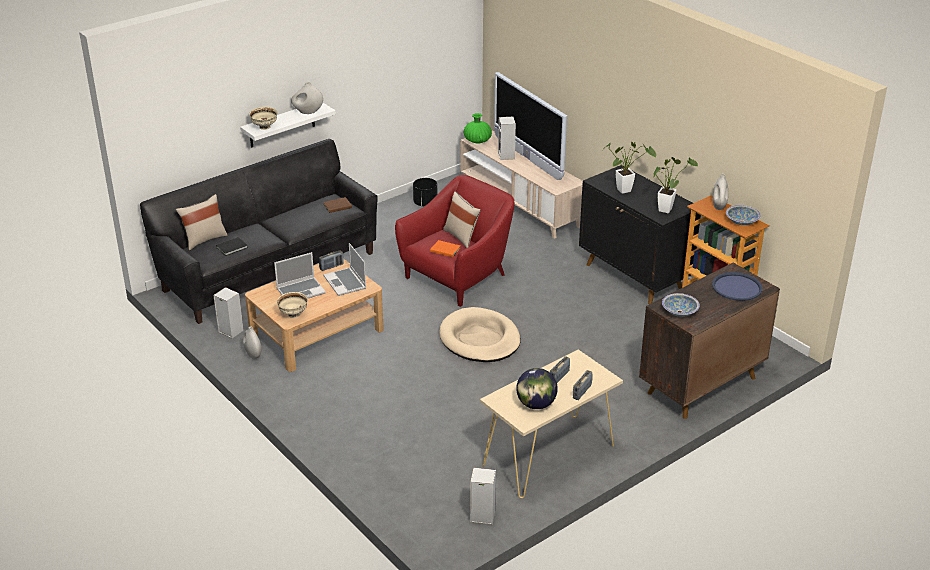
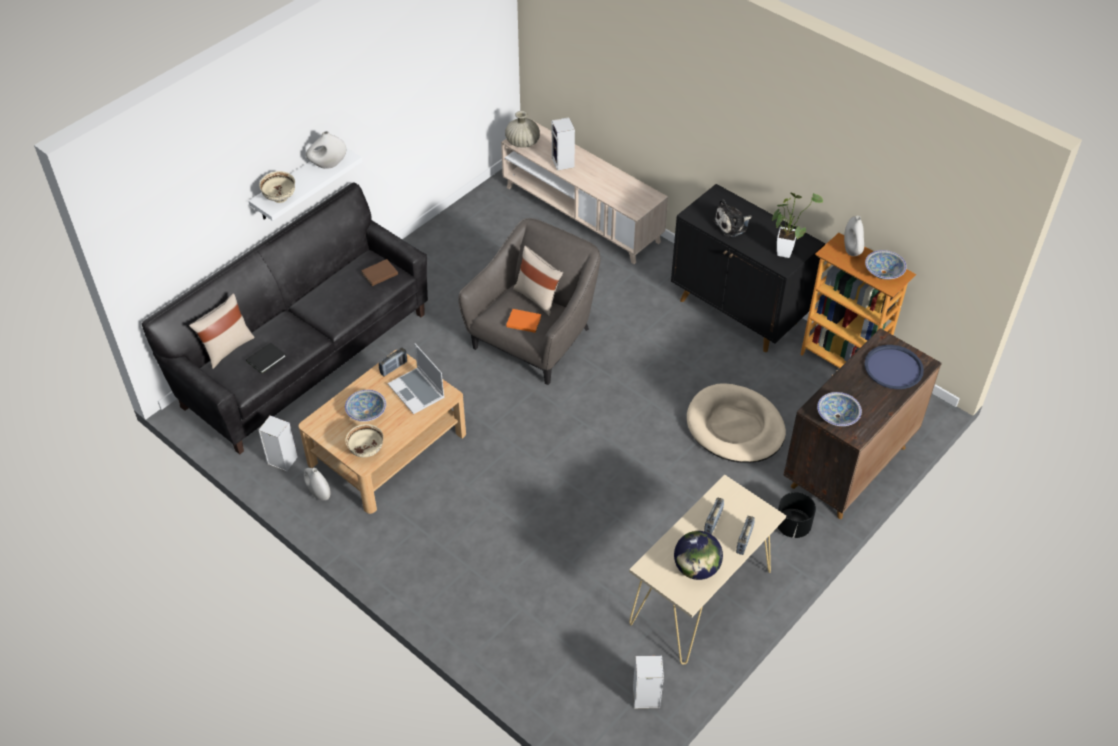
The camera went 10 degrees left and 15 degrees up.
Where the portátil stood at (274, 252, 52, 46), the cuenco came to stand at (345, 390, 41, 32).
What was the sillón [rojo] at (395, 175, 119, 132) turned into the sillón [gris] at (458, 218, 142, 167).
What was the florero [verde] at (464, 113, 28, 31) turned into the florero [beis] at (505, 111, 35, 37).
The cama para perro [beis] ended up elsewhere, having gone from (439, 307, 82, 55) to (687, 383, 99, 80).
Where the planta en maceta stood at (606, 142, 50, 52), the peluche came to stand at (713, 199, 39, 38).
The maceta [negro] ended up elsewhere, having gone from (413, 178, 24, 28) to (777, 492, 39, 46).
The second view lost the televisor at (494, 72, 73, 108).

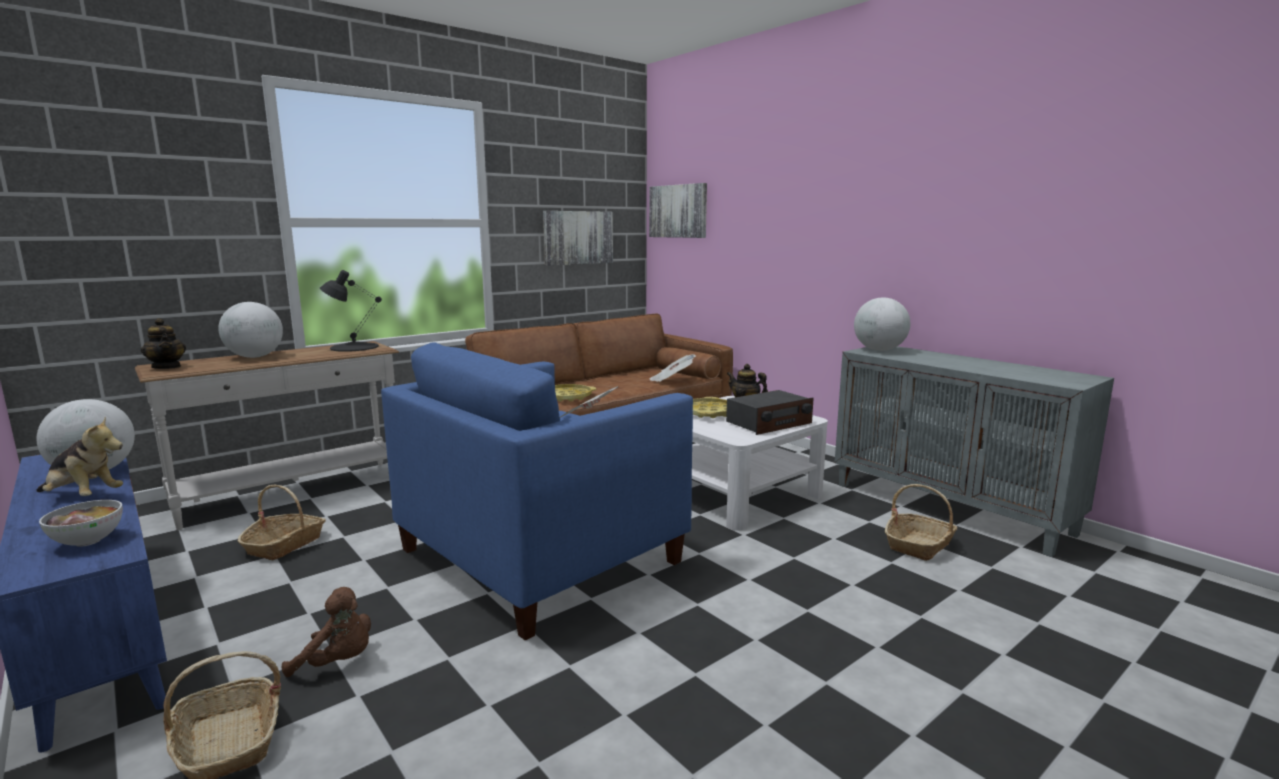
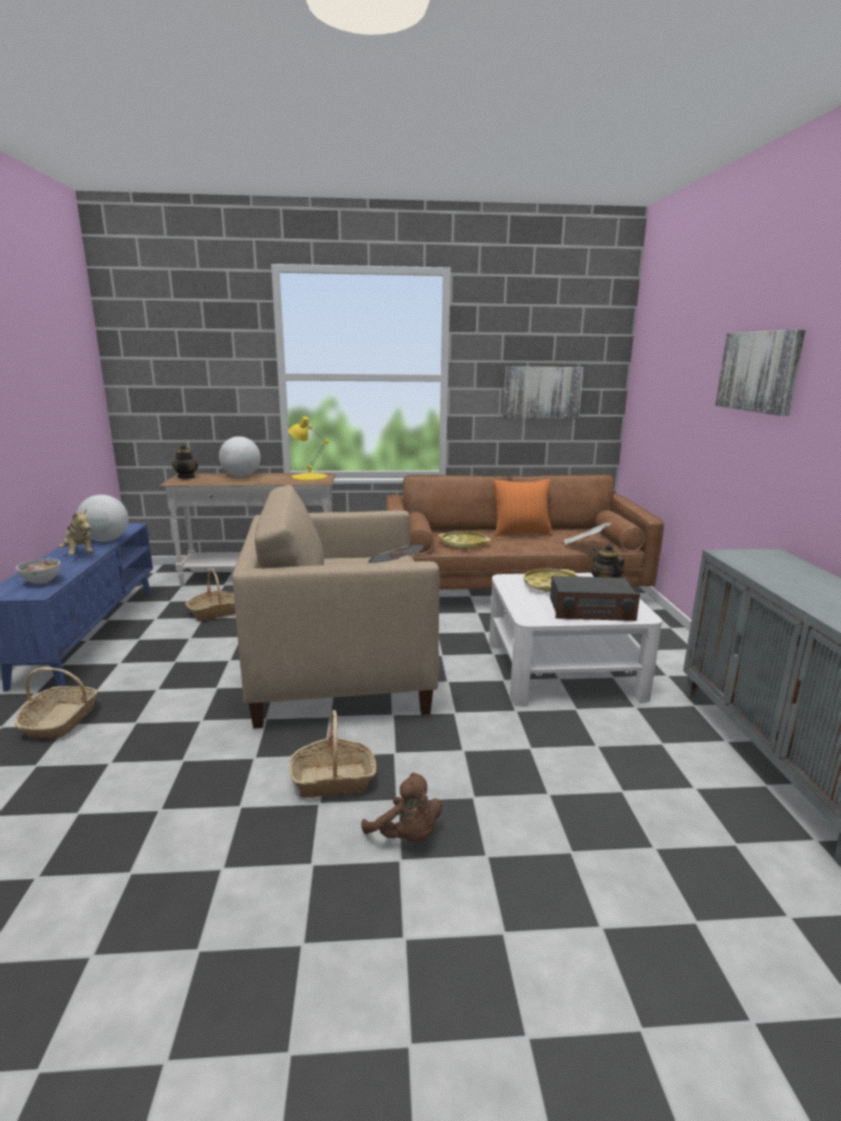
The camera went 35 degrees right and 5 degrees up.
What was the sillón [azul] at (381, 342, 312, 299) turned into the sillón [beis] at (233, 485, 207, 243).
What was the lámpara de mesa [negro] at (320, 270, 62, 82) turned into the lámpara de mesa [amarillo] at (288, 416, 41, 65).
The cesta ended up elsewhere, having gone from (885, 484, 73, 77) to (289, 710, 88, 88).
The peluche [marrón] ended up elsewhere, having gone from (282, 587, 89, 90) to (361, 773, 81, 69).
The second view gained the cojín [naranja] at (494, 479, 58, 57).
The cuadro ended up elsewhere, having gone from (649, 183, 58, 55) to (715, 329, 91, 87).
The second view lost the globo terráqueo at (854, 297, 56, 54).

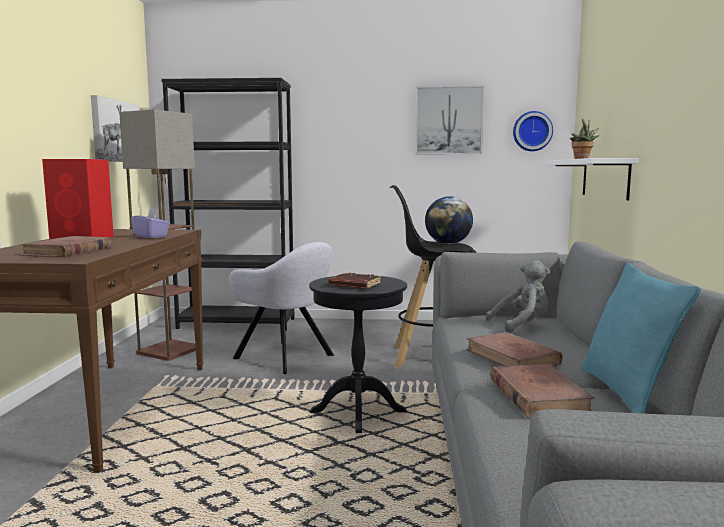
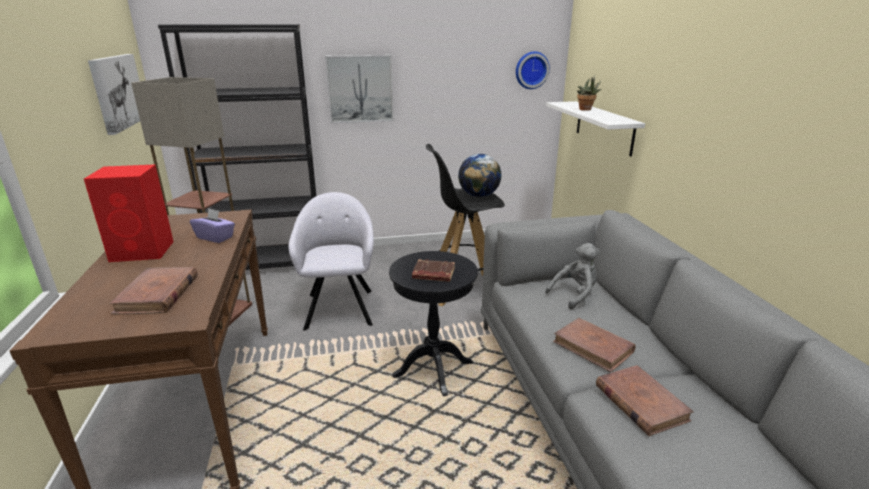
The camera went 15 degrees left and 15 degrees up.
The sillón [gris] at (229, 242, 105, 132) ended up facing another way, 120 degrees counterclockwise from before.
The cuadro ended up elsewhere, having gone from (416, 86, 68, 68) to (325, 55, 69, 68).
The second view lost the cojín [turquesa] at (581, 263, 120, 151).

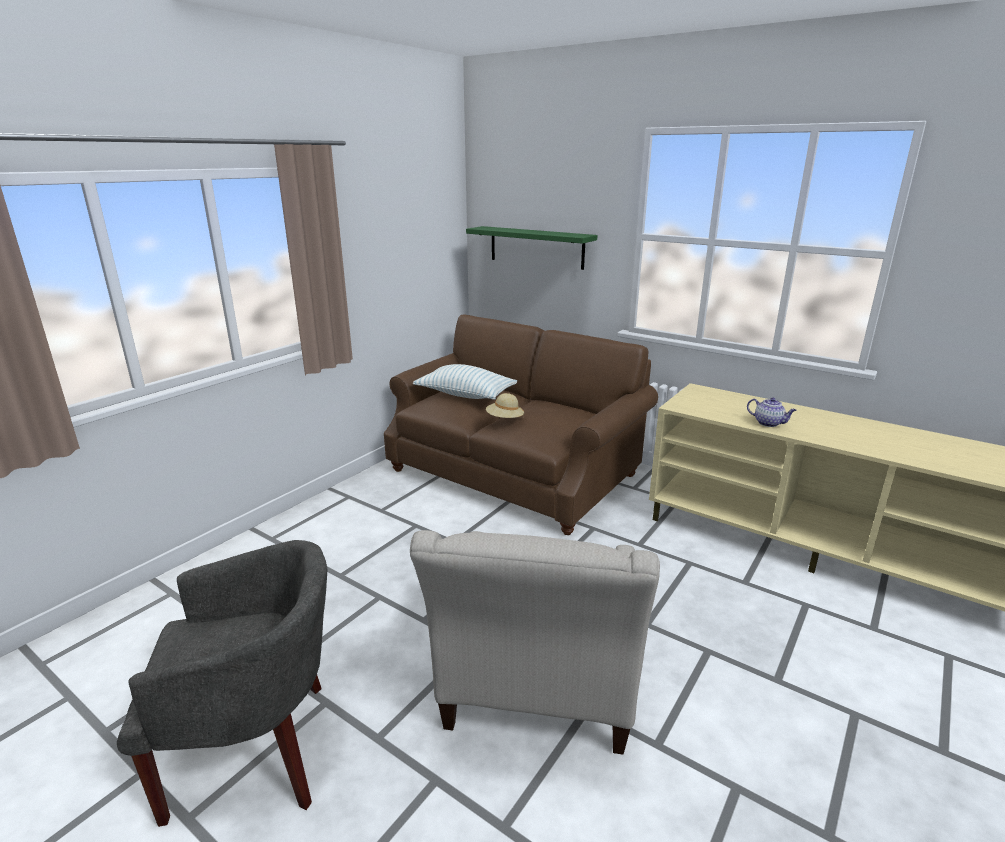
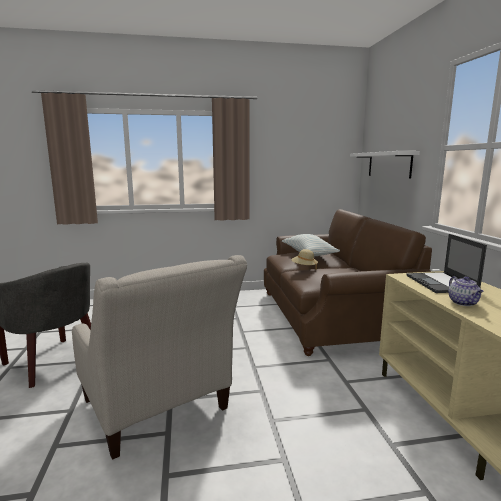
The camera went 45 degrees right and 10 degrees down.
The sillón [beis] at (410, 530, 250, 225) ended up facing another way, 90 degrees counterclockwise from before.
What was the estante [verde] at (466, 226, 131, 44) turned into the estante [blanco] at (350, 151, 70, 27).
The second view gained the portátil at (406, 234, 81, 59).

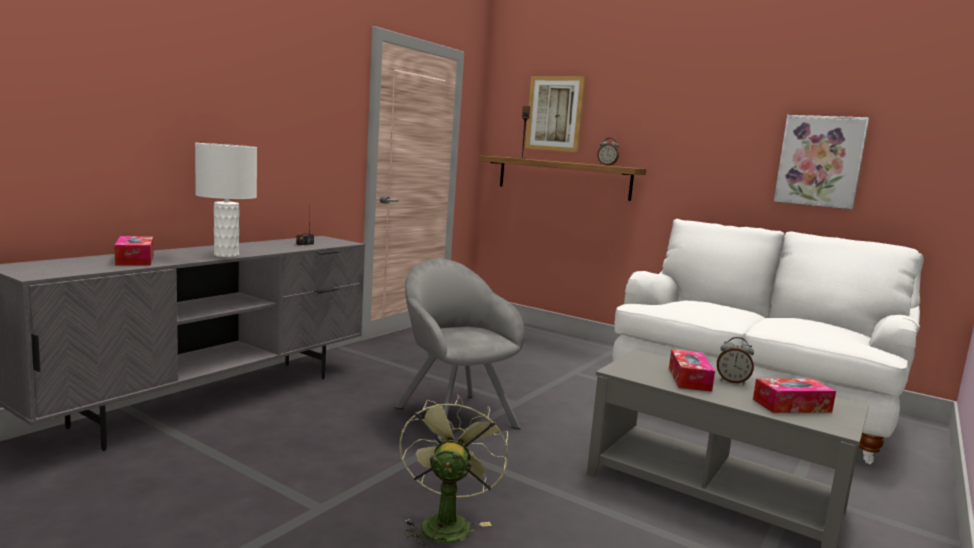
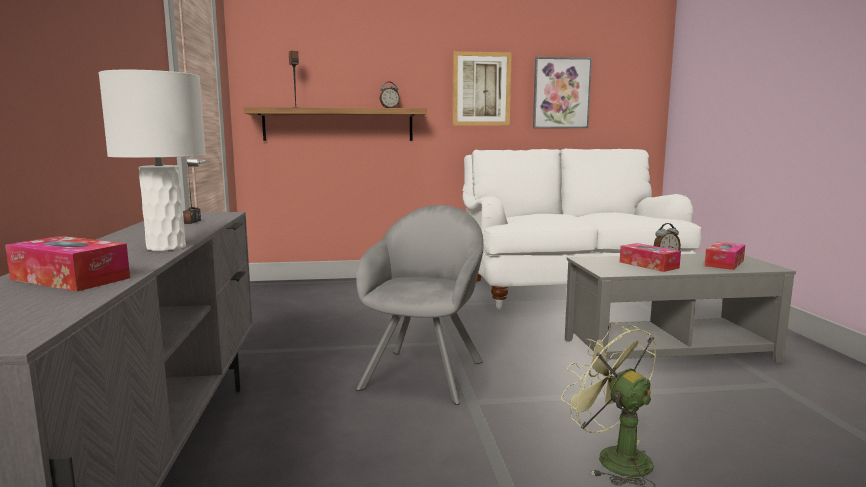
The camera went 40 degrees left and 0 degrees up.
The sillón [gris] at (395, 259, 130, 186) ended up facing another way, 90 degrees clockwise from before.
The cuadro ended up elsewhere, having gone from (525, 76, 60, 76) to (453, 51, 59, 75).

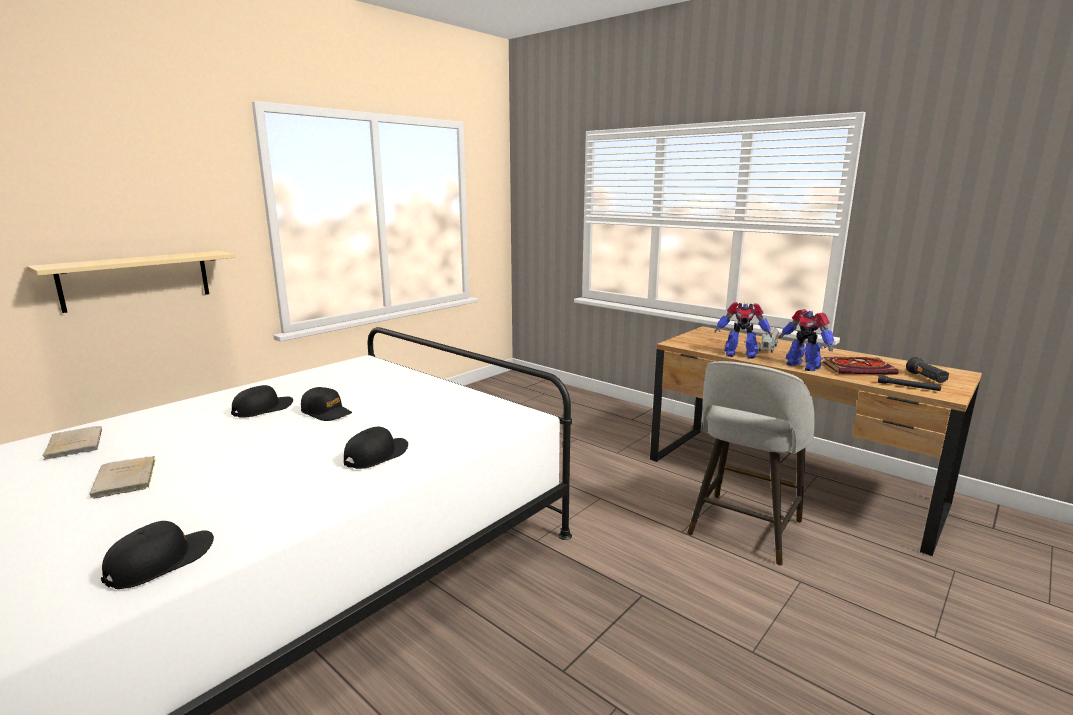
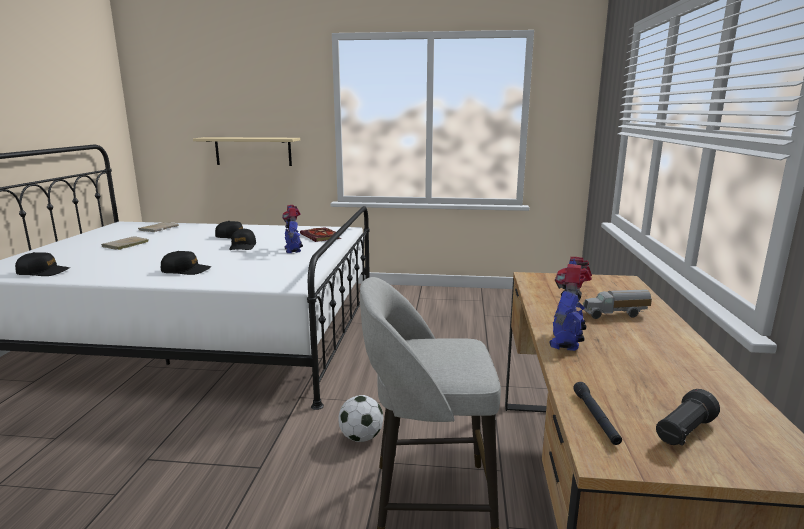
The camera went 55 degrees right and 0 degrees up.
The robot de juguete ended up elsewhere, having gone from (714, 302, 58, 57) to (282, 205, 21, 48).
The libro ended up elsewhere, having gone from (823, 357, 76, 18) to (300, 227, 41, 15).
The second view gained the balón de fútbol at (338, 395, 45, 47).

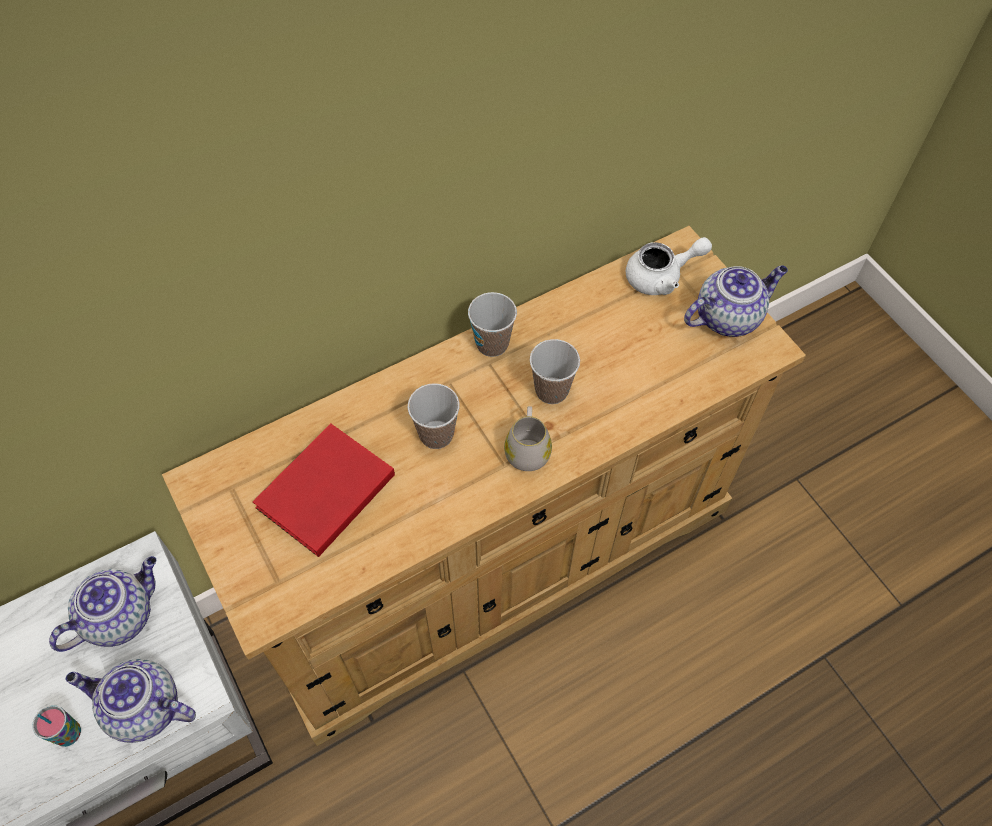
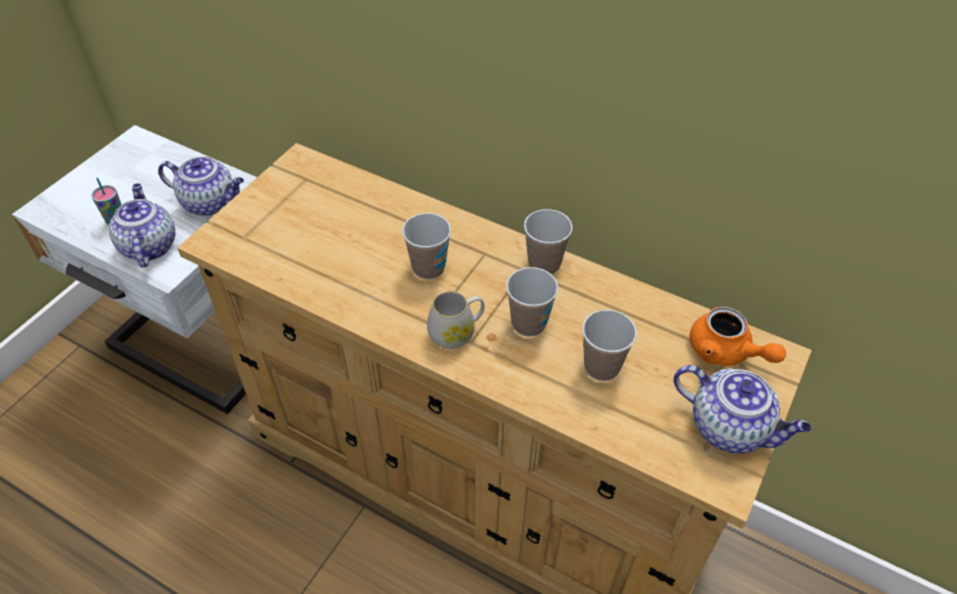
The camera went 60 degrees right and 10 degrees down.
The second view gained the taza at (582, 309, 55, 72).
What was the tetera [blanco] at (626, 237, 86, 58) turned into the tetera [naranja] at (690, 307, 96, 59).
The second view lost the libro [rojo] at (253, 423, 142, 134).

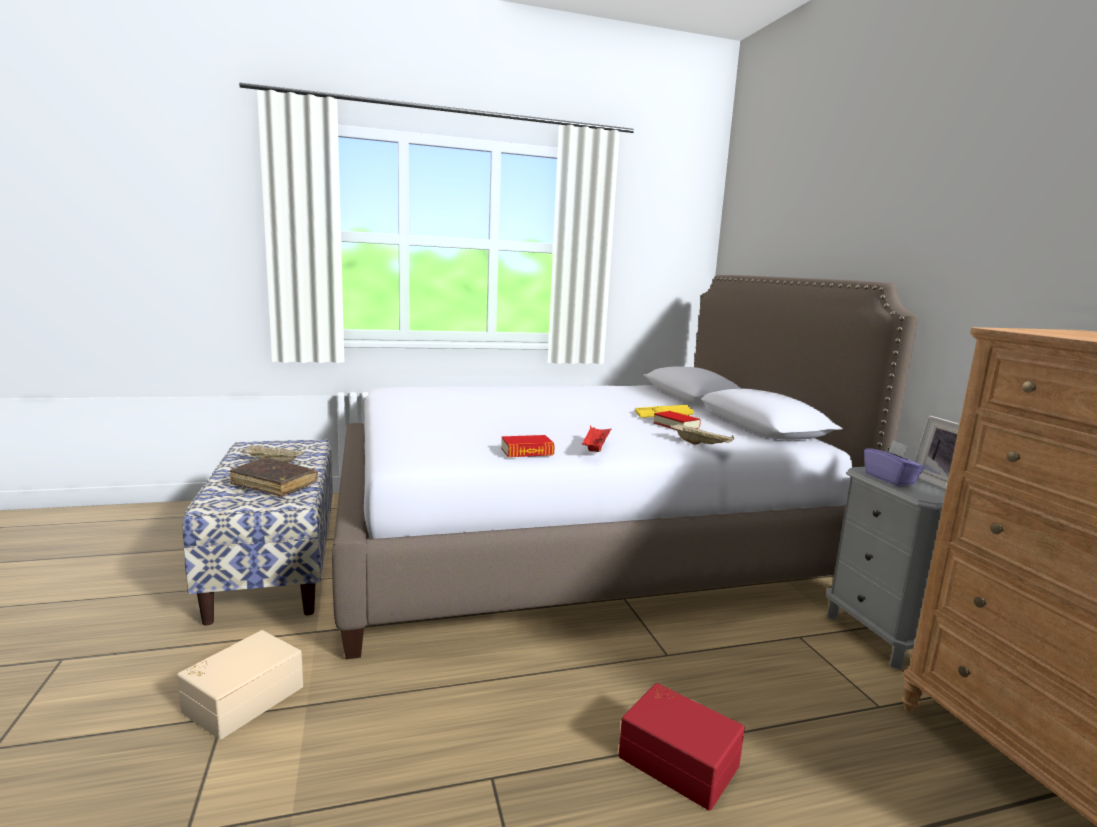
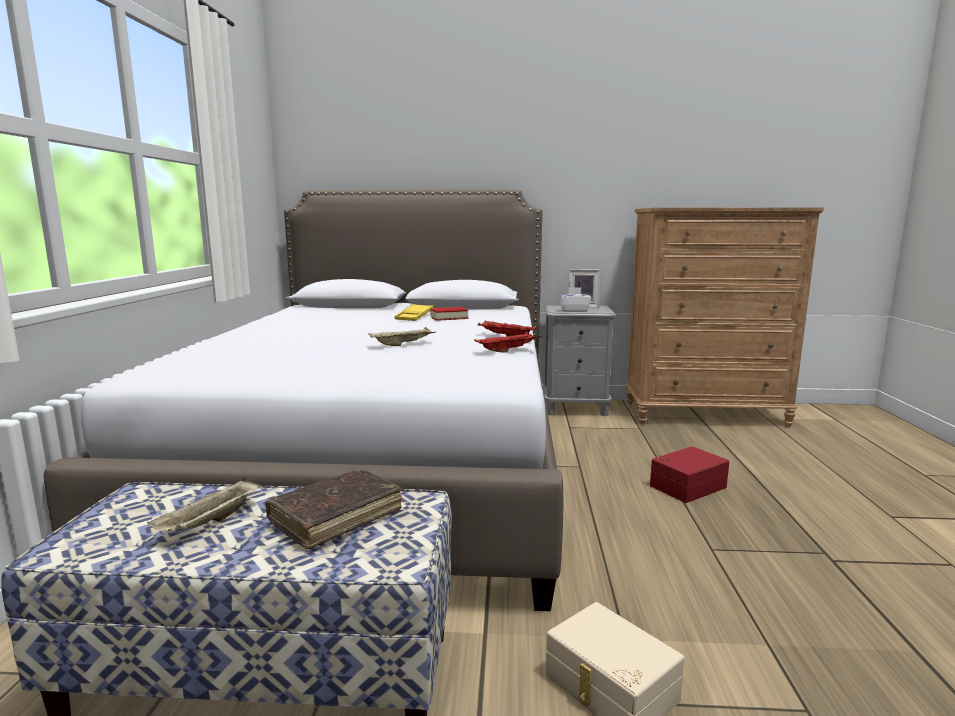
The camera went 70 degrees left and 0 degrees up.
The bandeja [beis] ended up elsewhere, having gone from (670, 424, 64, 21) to (368, 327, 68, 19).
Where the libro stood at (501, 435, 54, 22), the bandeja [rojo] came to stand at (474, 331, 68, 22).
What was the caja de pañuelos [morado] at (864, 441, 60, 45) turned into the caja de pañuelos [blanco] at (559, 287, 32, 25).

